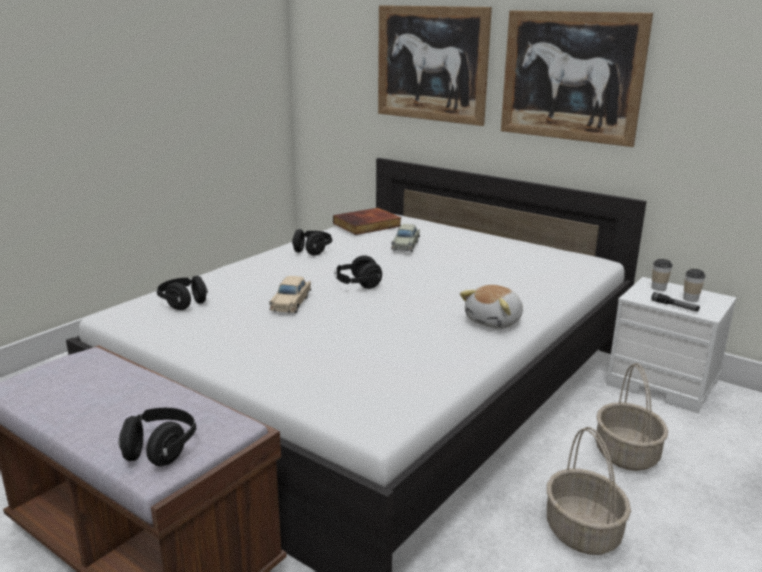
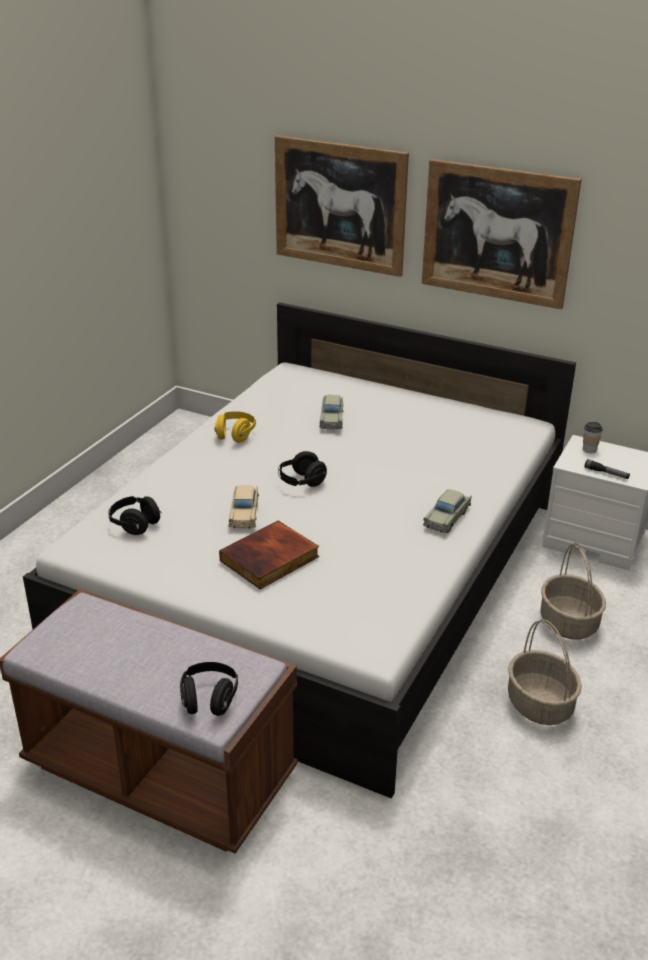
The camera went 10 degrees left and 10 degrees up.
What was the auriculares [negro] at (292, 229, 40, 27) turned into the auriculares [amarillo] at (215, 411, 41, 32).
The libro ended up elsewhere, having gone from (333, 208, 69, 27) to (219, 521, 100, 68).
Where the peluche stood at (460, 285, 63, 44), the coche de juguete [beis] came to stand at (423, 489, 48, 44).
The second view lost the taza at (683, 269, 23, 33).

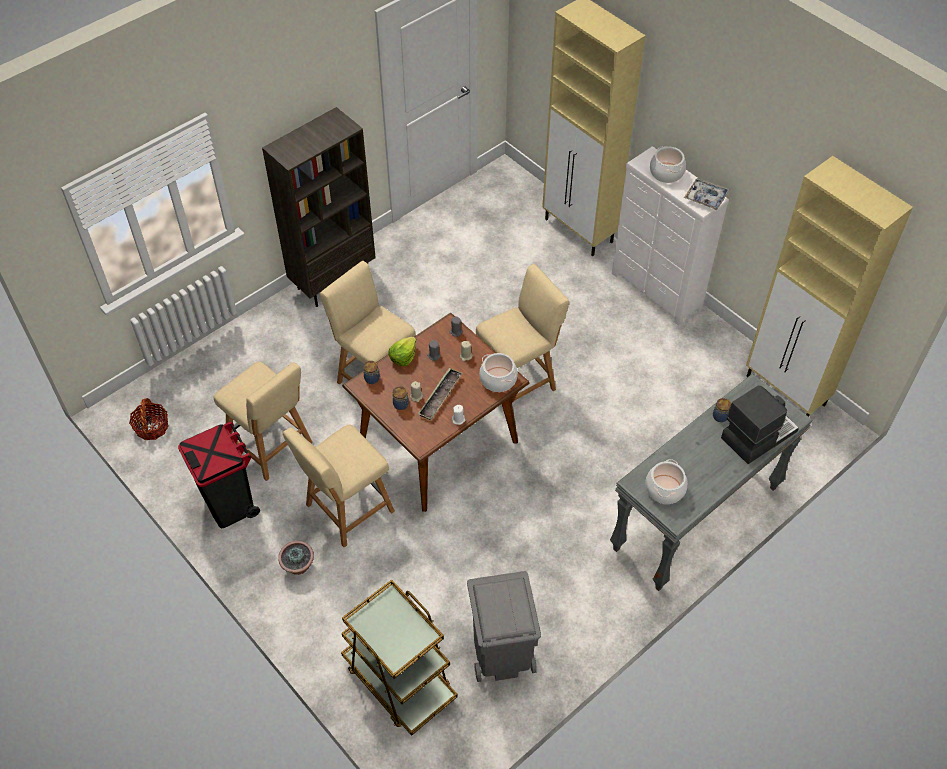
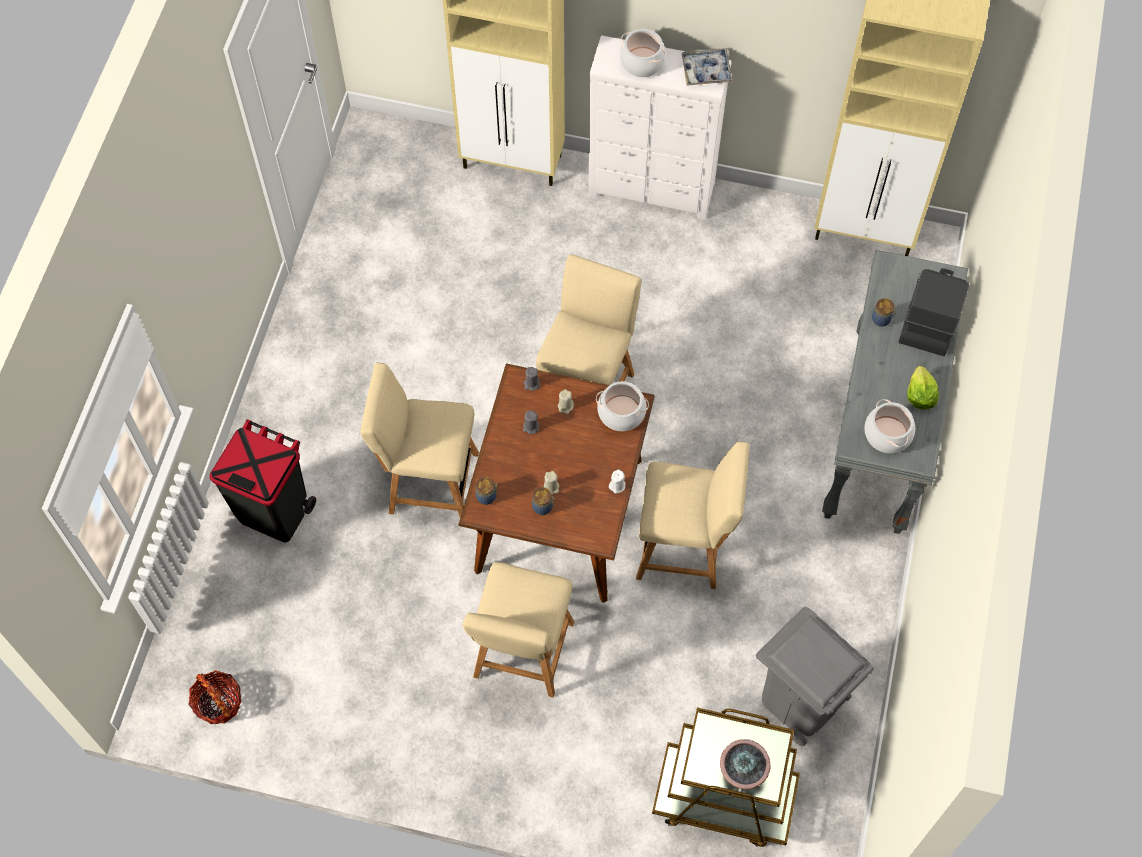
The camera went 35 degrees left and 10 degrees up.
The papelera [negro] ended up elsewhere, having gone from (178, 421, 82, 107) to (210, 419, 106, 124).
The silla [beis] ended up elsewhere, having gone from (213, 362, 100, 119) to (636, 442, 113, 147).
The planta en maceta ended up elsewhere, having gone from (278, 541, 36, 34) to (720, 739, 50, 50).
The lechuga ended up elsewhere, having gone from (389, 337, 27, 29) to (907, 366, 32, 43).
The second view lost the estantería [marrón] at (262, 107, 114, 200).
The second view lost the bandeja at (418, 368, 44, 52).

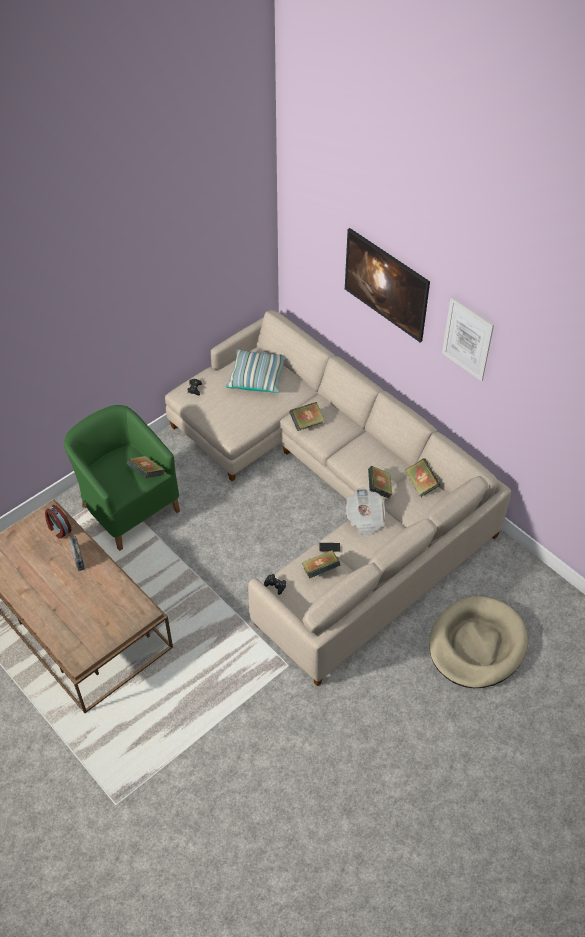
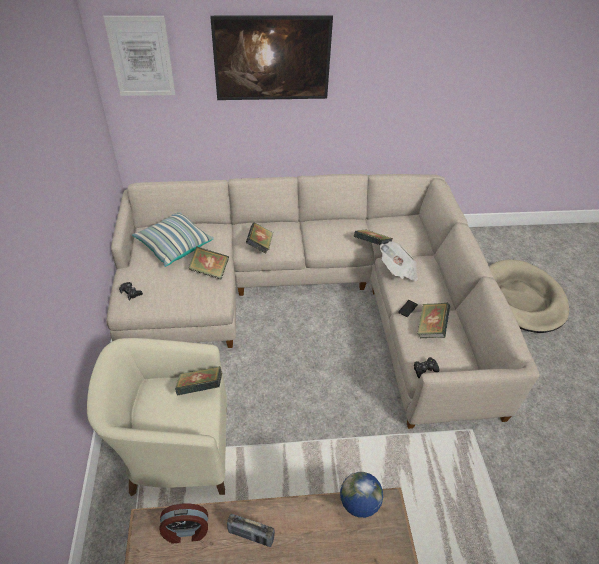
The camera went 55 degrees left and 5 degrees down.
What was the sillón [verde] at (64, 405, 116, 146) turned into the sillón [beis] at (87, 338, 140, 158).
The cuadro ended up elsewhere, having gone from (442, 297, 52, 84) to (103, 16, 72, 80).
The libro ended up elsewhere, having gone from (405, 458, 35, 39) to (188, 247, 41, 33).
The second view gained the globo terráqueo at (340, 472, 43, 46).

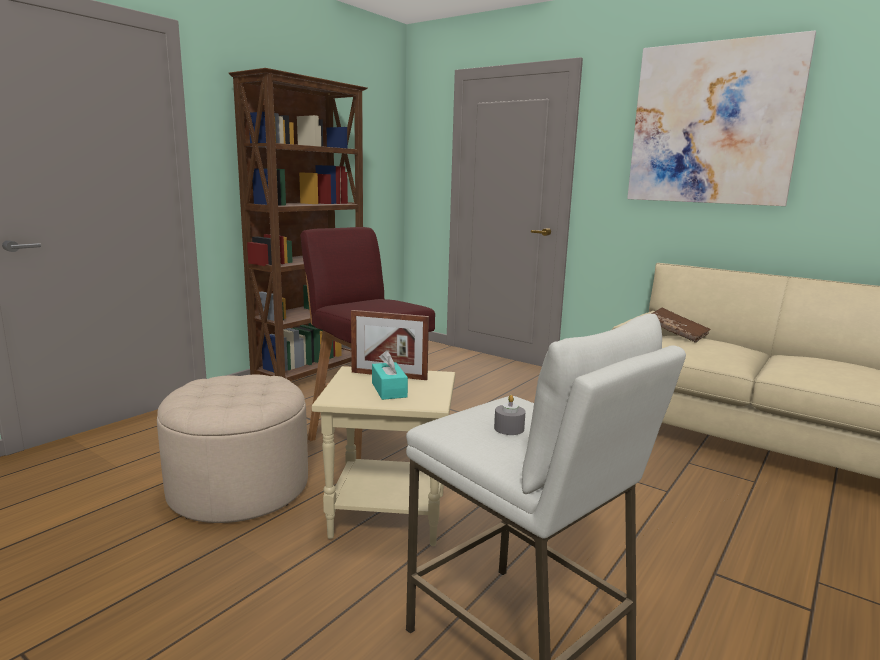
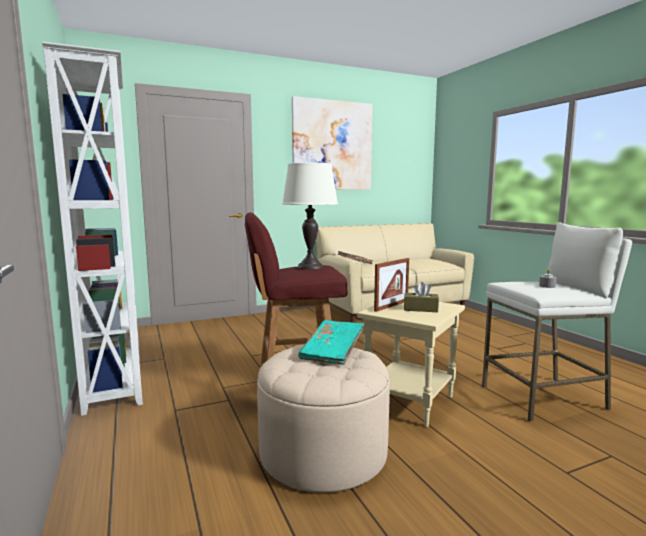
The camera went 60 degrees left and 5 degrees down.
What was the estantería [marrón] at (229, 68, 139, 313) turned into the estantería [blanco] at (42, 42, 101, 374).
The second view gained the lámpara de mesa [blanco] at (282, 163, 56, 106).
The second view gained the libro [turquesa] at (298, 320, 66, 45).
What was the caja de pañuelos [turquesa] at (372, 350, 36, 50) turned into the caja de pañuelos [marrón] at (404, 282, 35, 30).

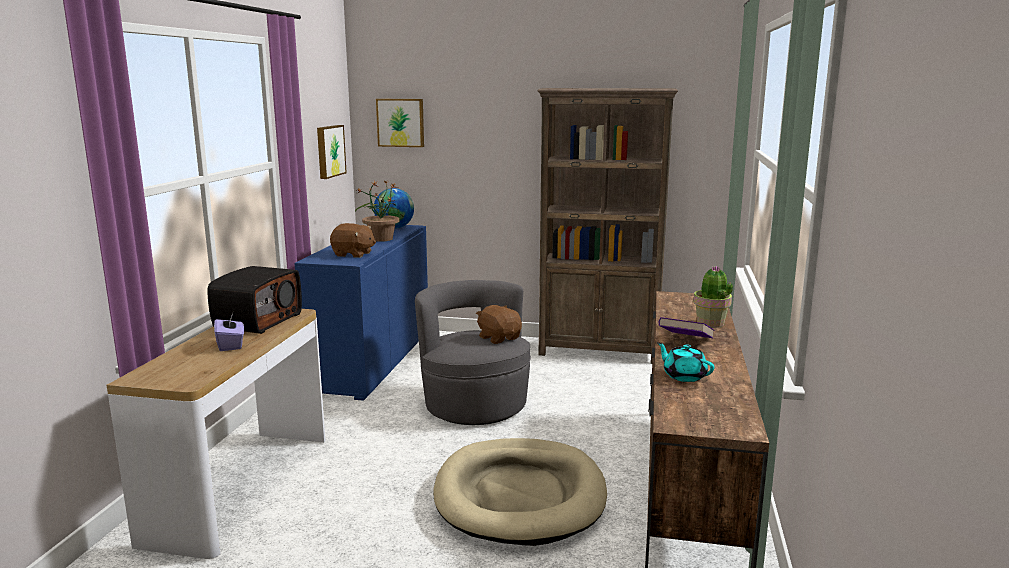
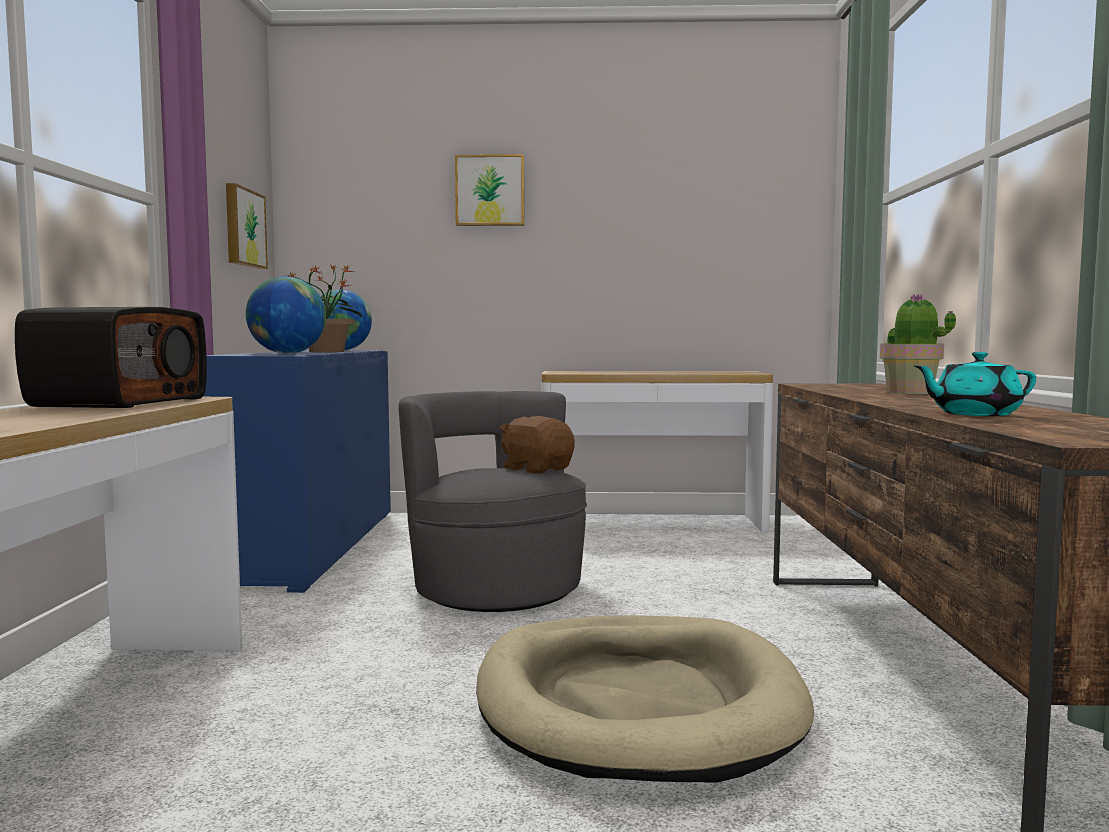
The camera went 10 degrees left and 10 degrees down.
Where the peluche [marrón] stood at (330, 223, 46, 35), the globo terráqueo came to stand at (246, 276, 80, 78).
The cuadro ended up elsewhere, having gone from (376, 99, 48, 48) to (455, 154, 70, 72).
Where the estantería [marrón] stood at (537, 88, 141, 276), the mesa consola came to stand at (541, 371, 232, 161).
The tetera [turquesa] at (657, 342, 57, 40) ended up facing another way, 45 degrees counterclockwise from before.
The second view lost the caja de pañuelos [morado] at (214, 313, 30, 38).
The second view lost the libro [morado] at (659, 317, 56, 21).

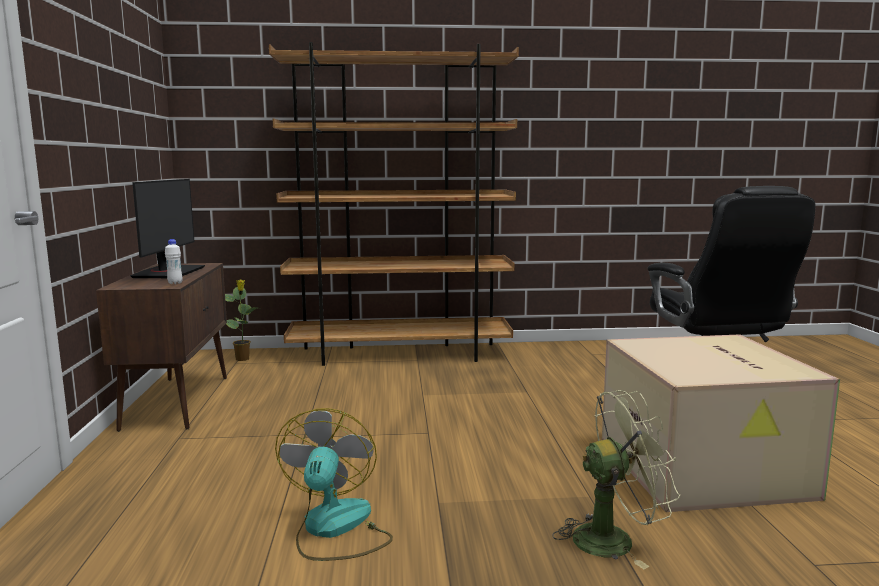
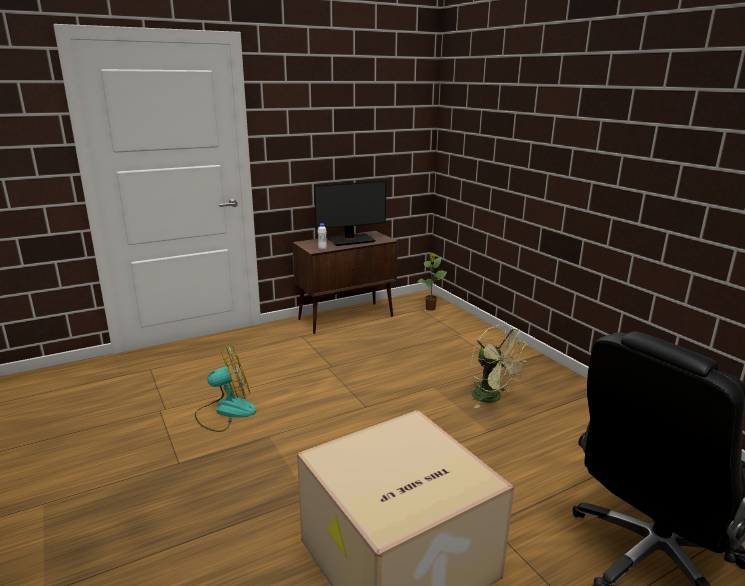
The camera went 65 degrees right and 10 degrees up.
The ventilador [verde] ended up elsewhere, having gone from (552, 390, 128, 179) to (471, 325, 57, 83).
The second view lost the estantería [marrón] at (269, 42, 250, 324).

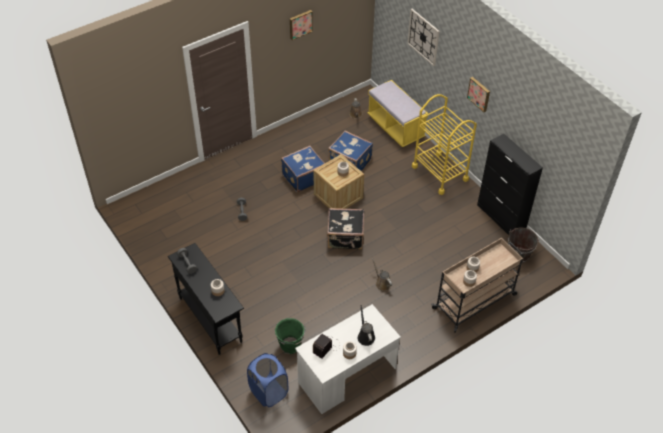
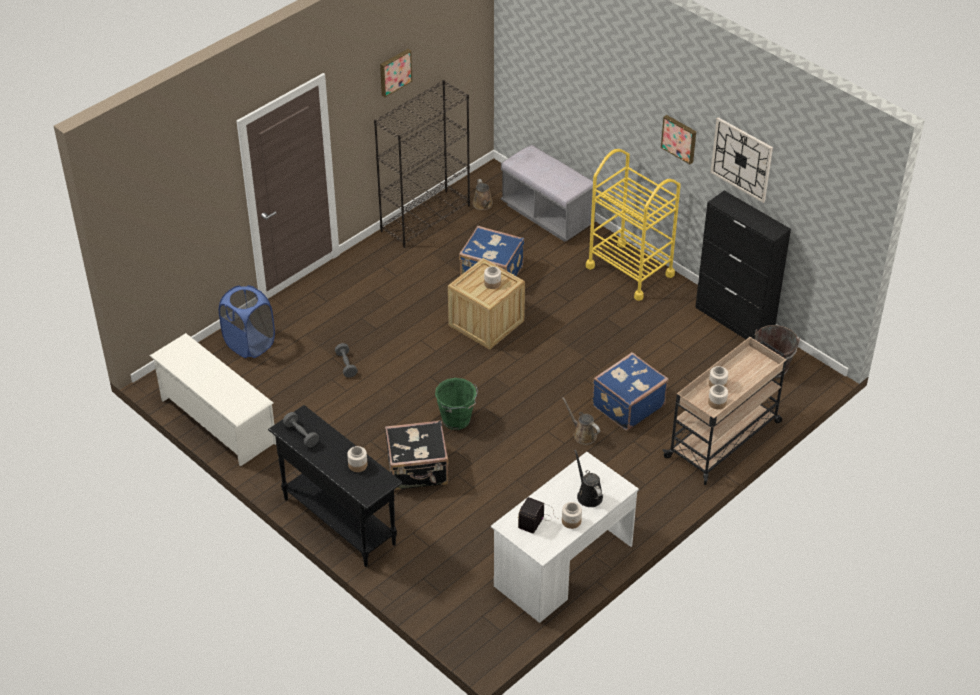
The camera went 10 degrees left and 5 degrees down.
The second view gained the zapatero [blanco] at (150, 333, 126, 133).
The cesto de la ropa [azul] ended up elsewhere, having gone from (247, 353, 41, 54) to (219, 285, 56, 73).
The second view gained the estantería [negro] at (374, 80, 96, 168).
The maleta [negro] ended up elsewhere, having gone from (327, 208, 37, 42) to (385, 420, 64, 70).
The cubo [verde] ended up elsewhere, having gone from (275, 318, 31, 36) to (435, 378, 43, 52).
What was the banco [amarillo] at (367, 80, 61, 67) turned into the banco [gris] at (501, 144, 97, 98).
The maleta [azul] ended up elsewhere, having gone from (281, 145, 44, 48) to (592, 352, 76, 79).
The reloj de pared ended up elsewhere, having gone from (408, 9, 32, 57) to (710, 117, 63, 86).

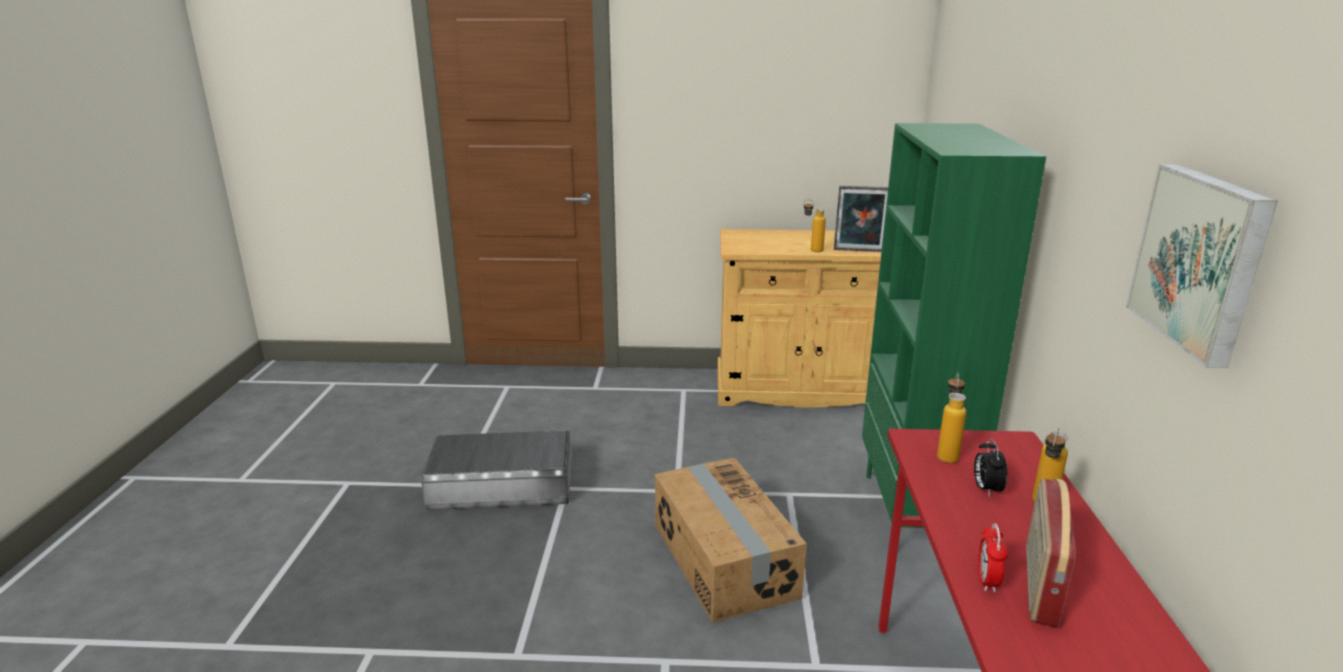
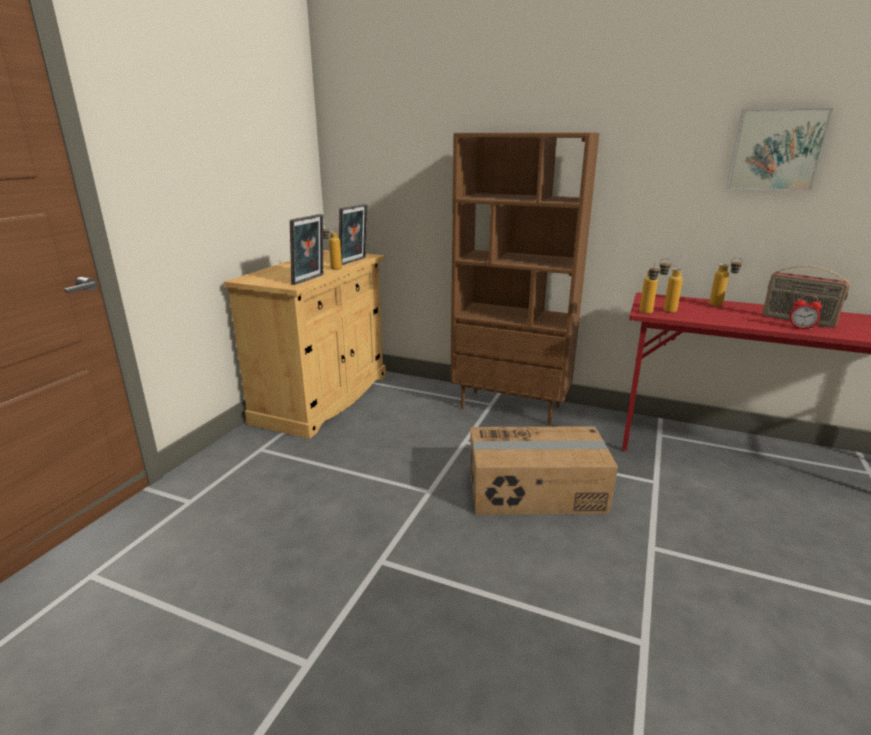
The camera went 70 degrees left and 0 degrees up.
The second view gained the portarretratos at (290, 214, 33, 71).
What was the estantería [verde] at (862, 123, 184, 405) turned into the estantería [marrón] at (450, 132, 150, 293).
The second view gained the botella at (639, 263, 21, 51).
The second view lost the caja de almacenaje [gris] at (421, 430, 151, 80).
The second view lost the despertador at (974, 439, 33, 59).

